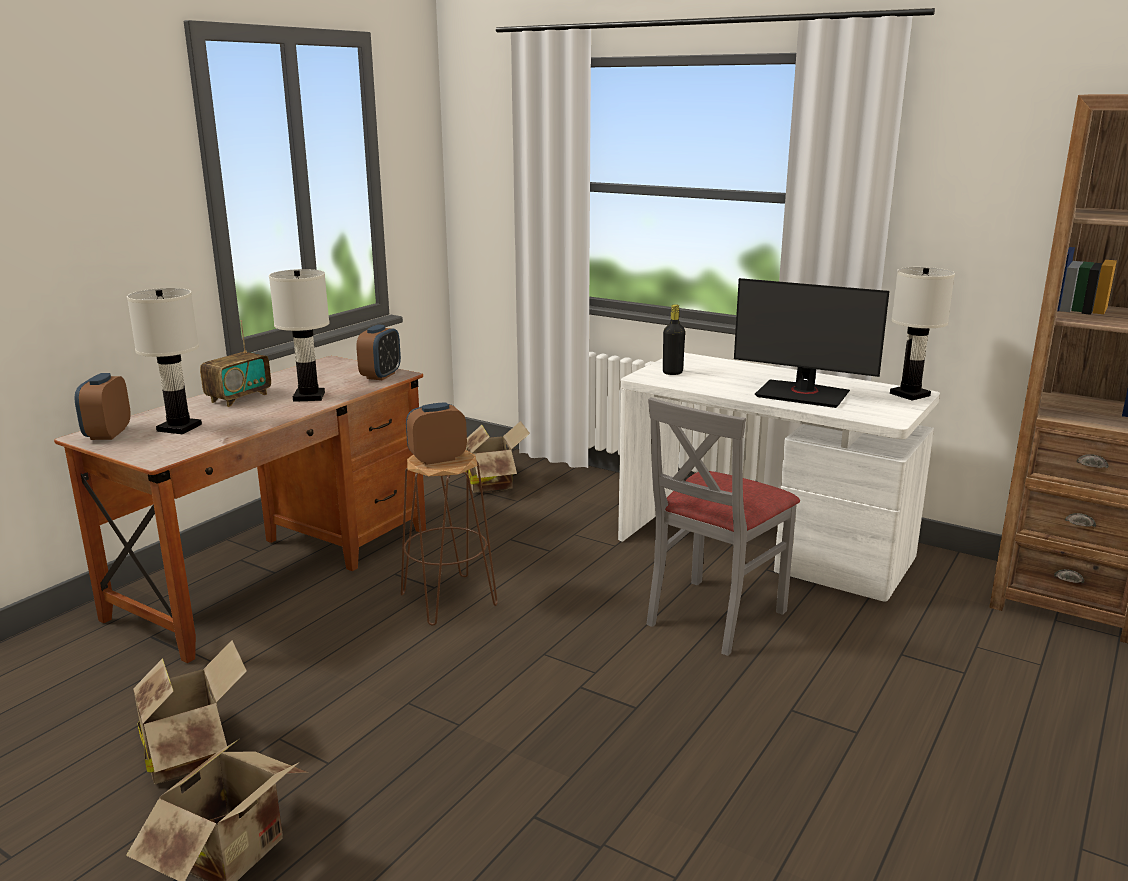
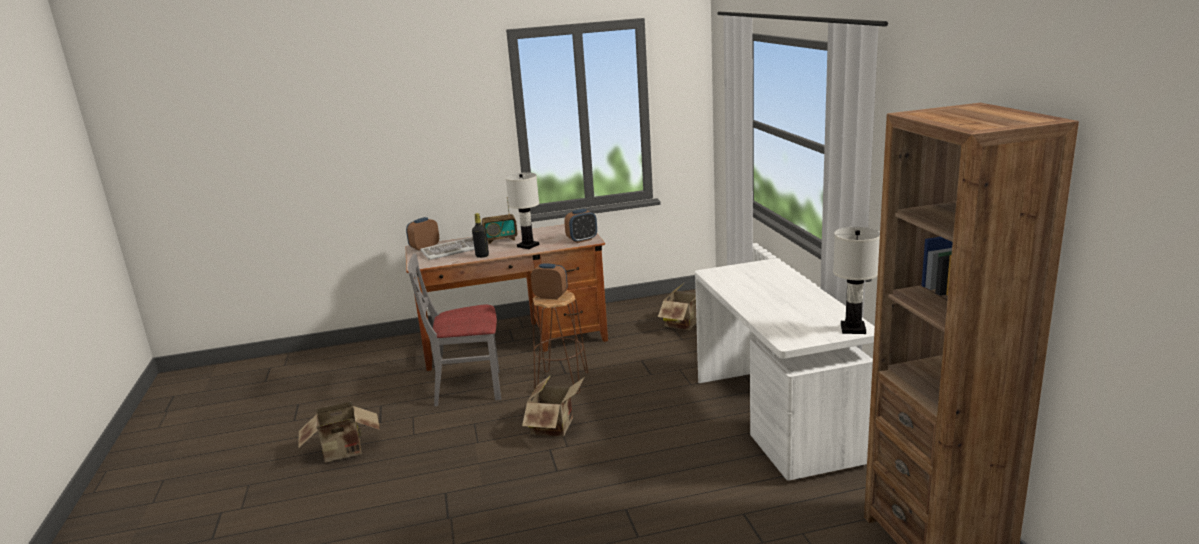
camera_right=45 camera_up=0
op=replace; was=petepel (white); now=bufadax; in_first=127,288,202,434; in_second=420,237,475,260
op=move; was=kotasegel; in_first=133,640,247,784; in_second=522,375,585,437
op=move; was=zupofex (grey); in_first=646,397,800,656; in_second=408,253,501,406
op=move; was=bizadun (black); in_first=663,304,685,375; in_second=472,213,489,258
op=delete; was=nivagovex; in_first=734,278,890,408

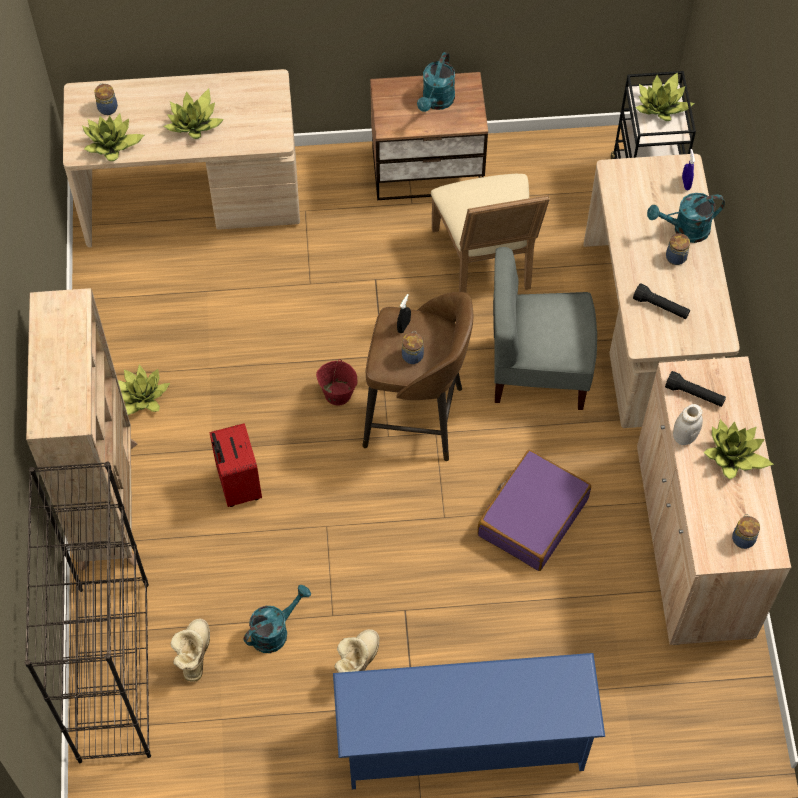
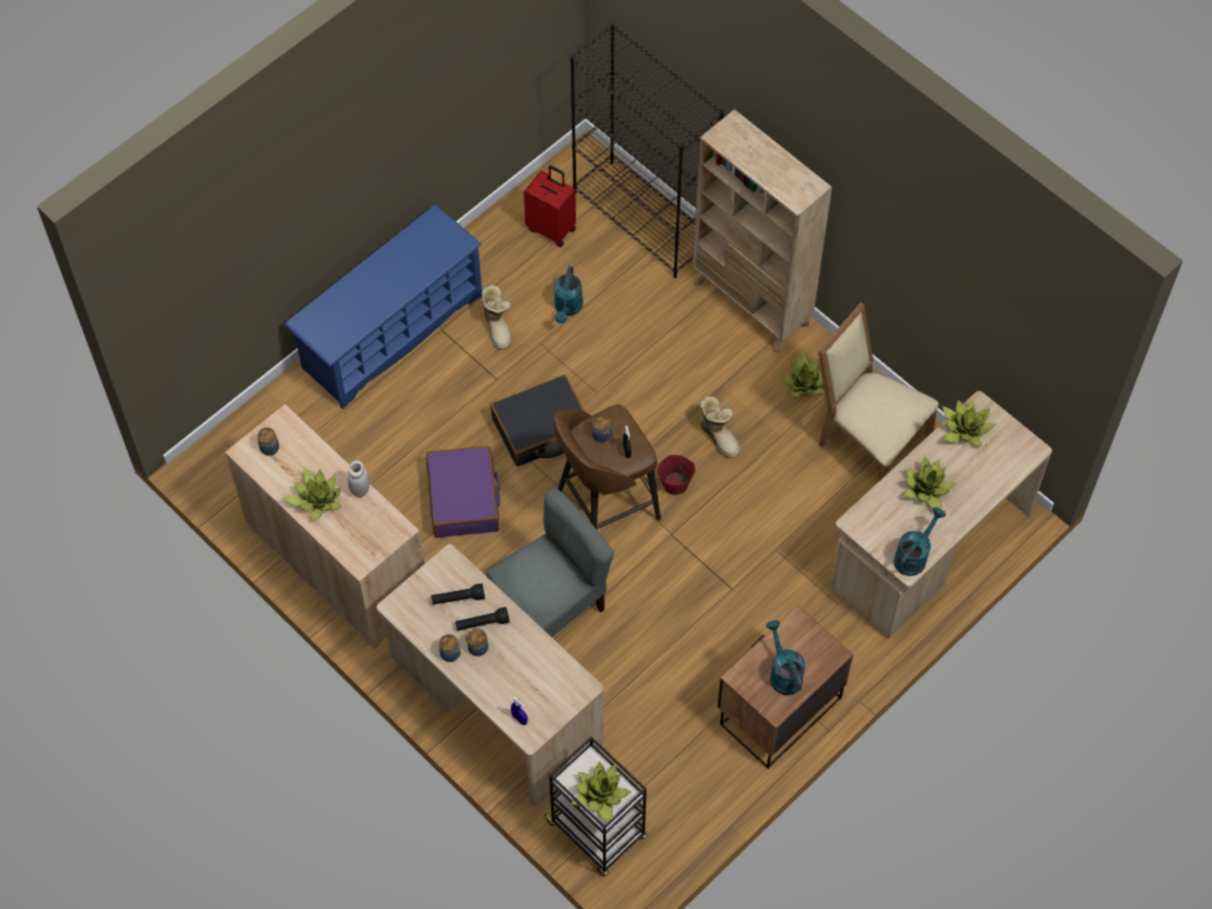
camera_right=140 camera_up=0
op=move; was=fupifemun; in_first=94,83,118,115; in_second=439,634,461,662
op=move; was=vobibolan; in_first=171,619,210,682; in_second=700,396,740,458
op=move; was=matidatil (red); in_first=209,423,262,507; in_second=524,165,576,247
op=move; was=zupofex (beige); in_first=431,174,550,293; in_second=818,302,939,481
op=move; was=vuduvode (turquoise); in_first=647,193,725,243; in_second=894,507,946,576
op=move; was=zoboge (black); in_first=665,371,726,407; in_second=455,607,510,631
op=insert; now=matidatil (black); in_second=490,375,585,466

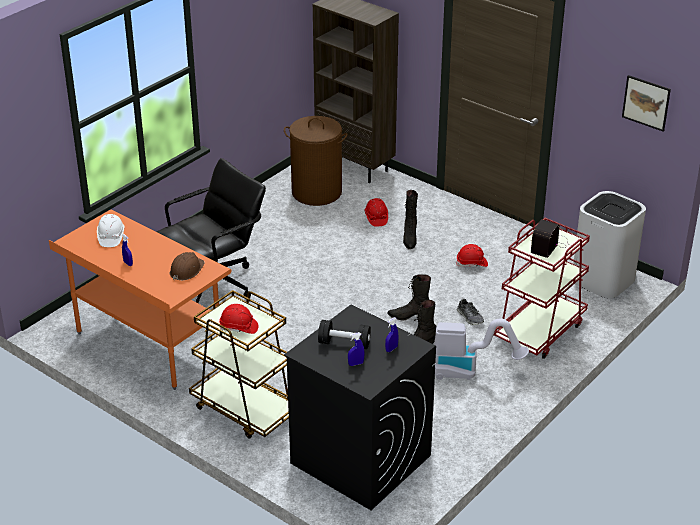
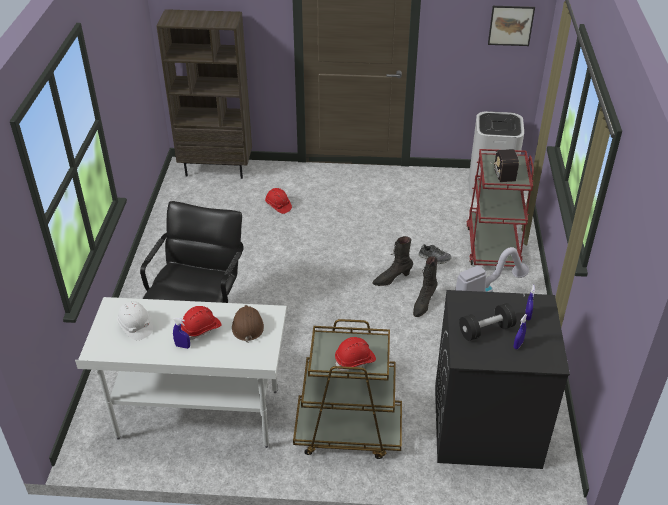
camera_right=-35 camera_up=5
op=recolor; was=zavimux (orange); now=zavimux (white); in_first=49,209,232,390; in_second=75,297,287,448
op=delete; was=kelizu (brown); in_first=284,116,348,206
op=delete; was=vobibolan (black); in_first=403,190,418,249
op=move; was=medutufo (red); in_first=456,244,488,267; in_second=181,306,222,340

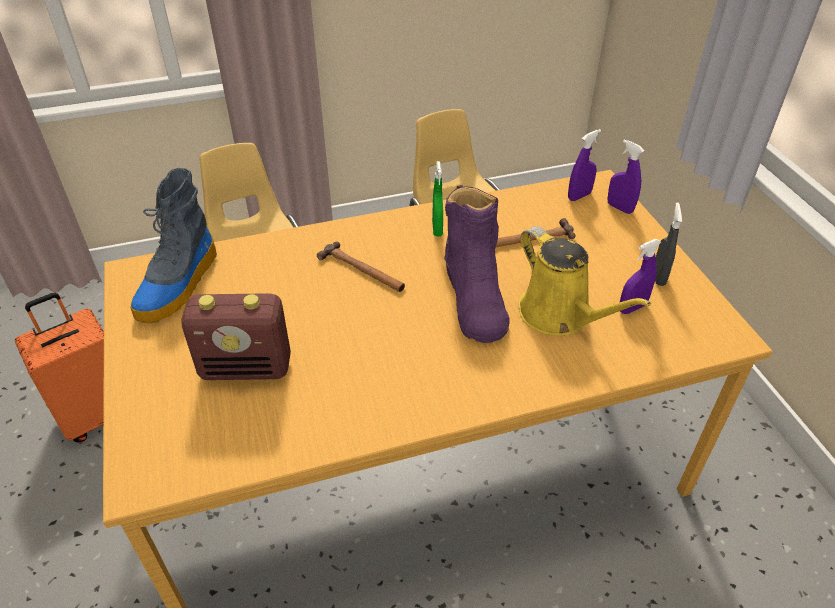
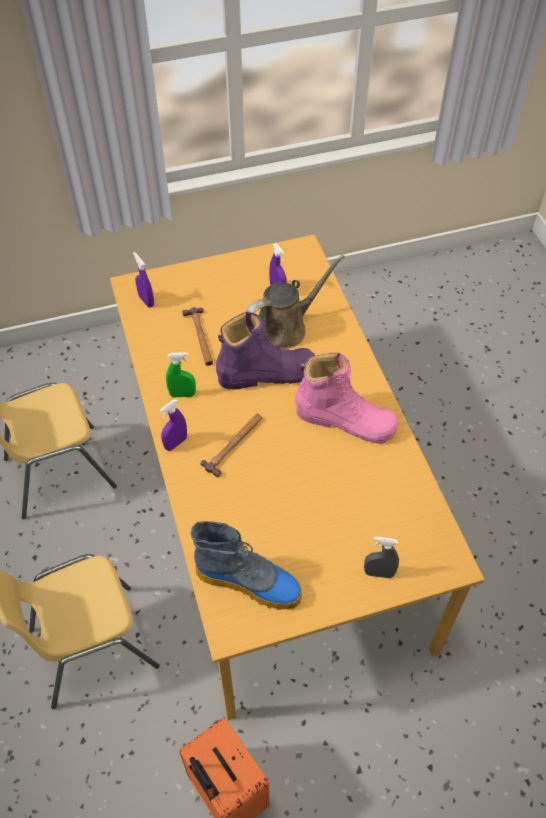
camera_right=-90 camera_up=10
op=delete; was=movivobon; in_first=181,293,291,380
op=recolor; was=vuduvode (yellow); now=vuduvode (brown); in_first=518,226,651,336; in_second=246,255,345,348
op=move; was=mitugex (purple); in_first=607,139,644,214; in_second=160,399,187,451
op=move; was=mitugex (grey); in_first=655,202,682,286; in_second=364,537,399,578
op=insert; now=vobibolan (pink); in_second=295,352,399,444

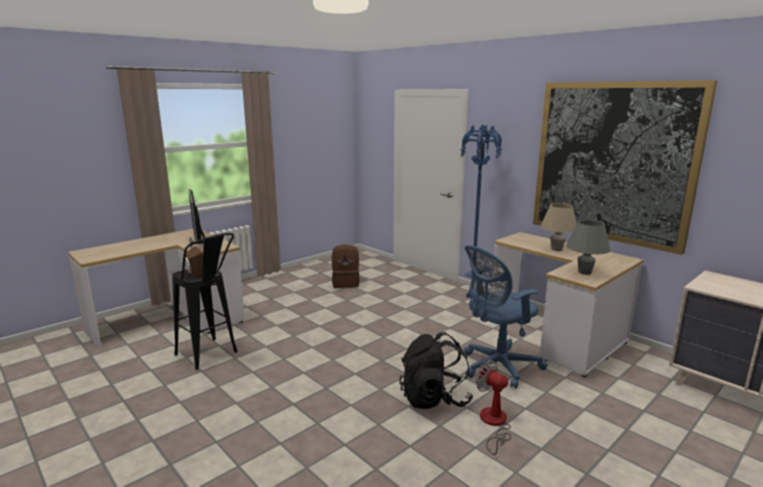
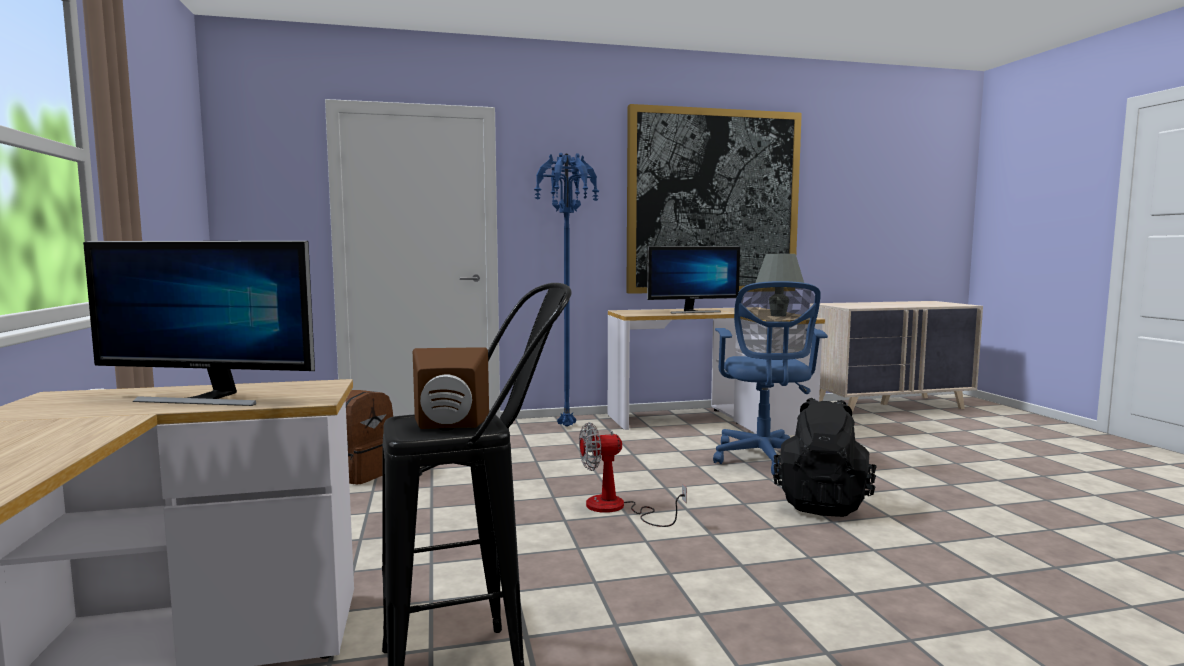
camera_right=-60 camera_up=-10
op=move; was=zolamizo; in_first=475,360,511,455; in_second=579,422,687,527
op=replace; was=petepel (beige); now=nivagovex; in_first=540,203,577,251; in_second=647,246,740,313

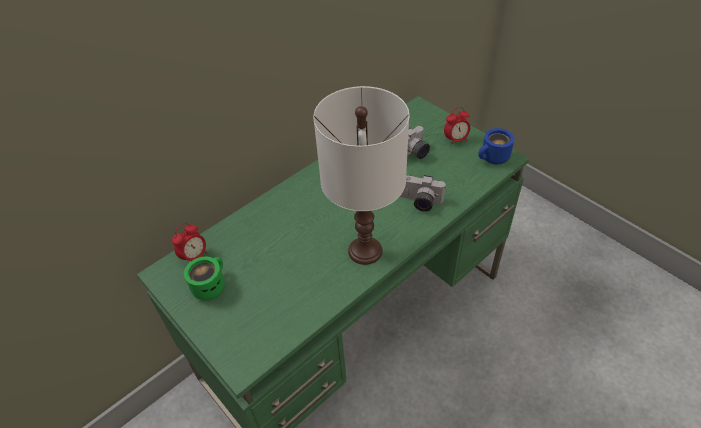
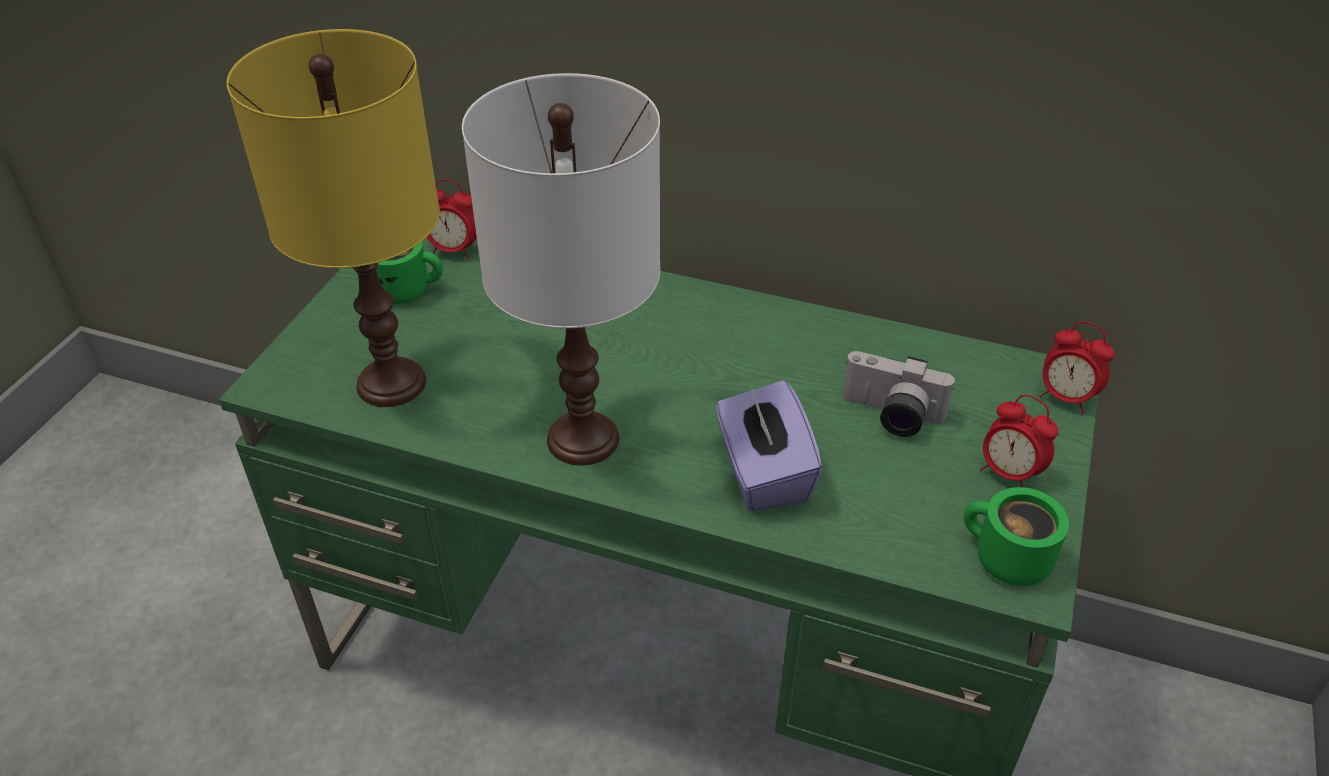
camera_right=60 camera_up=-5
op=replace; was=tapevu; now=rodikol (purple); in_first=400,175,446,212; in_second=716,380,823,511
op=recolor; was=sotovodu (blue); now=sotovodu (green); in_first=478,128,514,165; in_second=964,487,1069,586
op=insert; now=petepel (yellow); in_second=227,29,440,407
op=insert; now=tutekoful; in_second=1040,321,1115,414

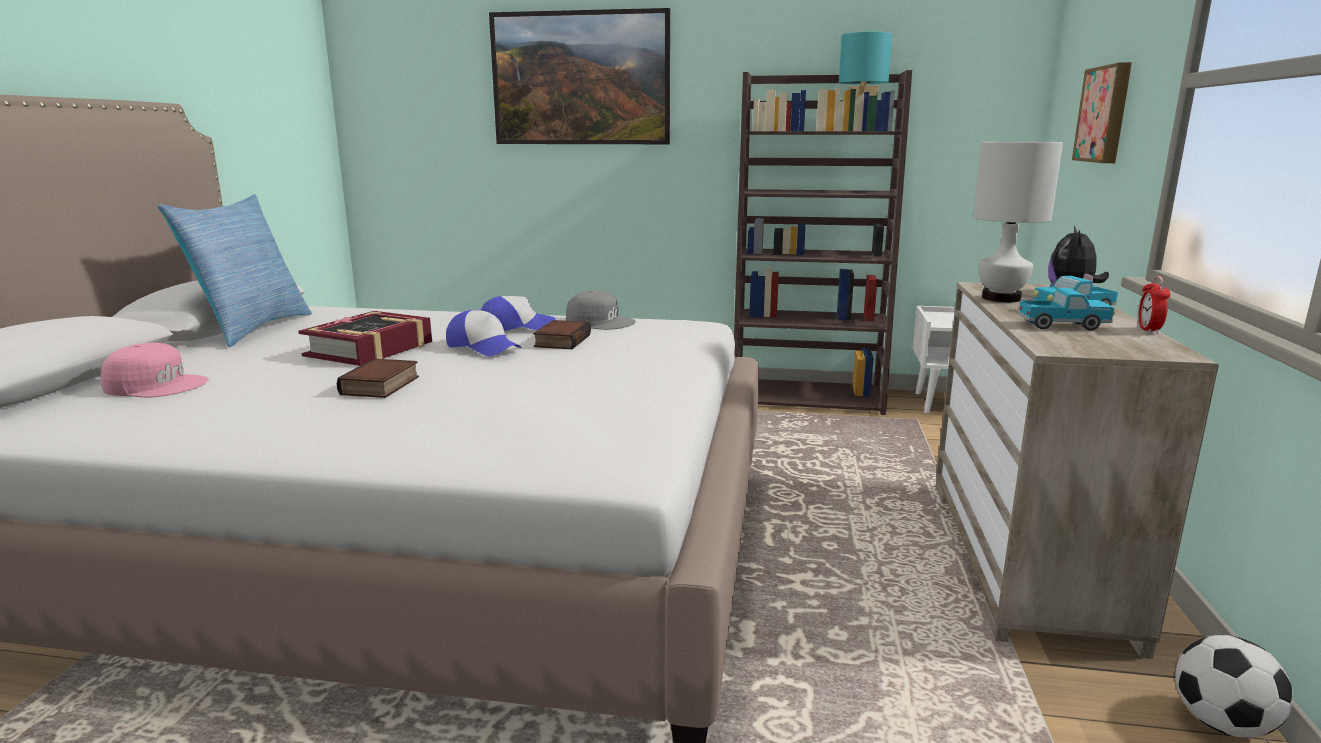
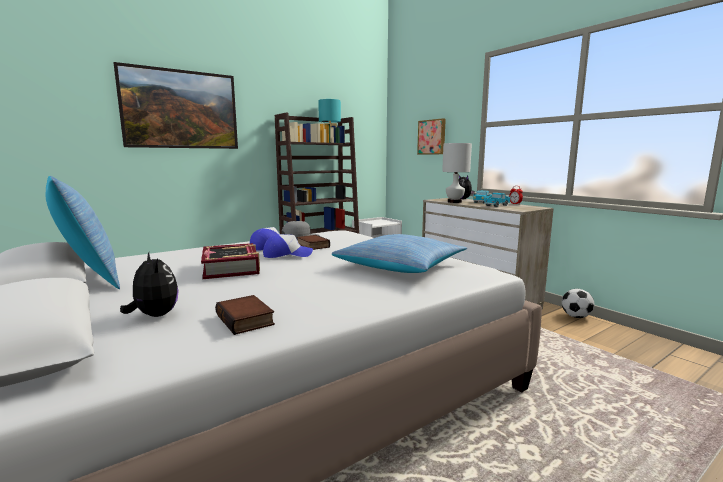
camera_right=-45 camera_up=-5
op=replace; was=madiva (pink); now=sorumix; in_first=101,343,209,397; in_second=120,252,179,317
op=move; was=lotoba; in_first=337,359,419,398; in_second=215,295,275,335
op=insert; now=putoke; in_second=332,234,467,273

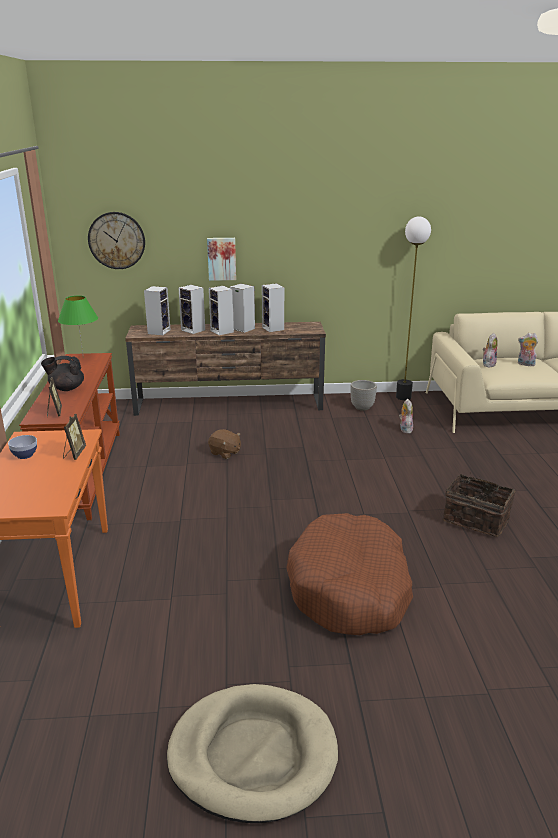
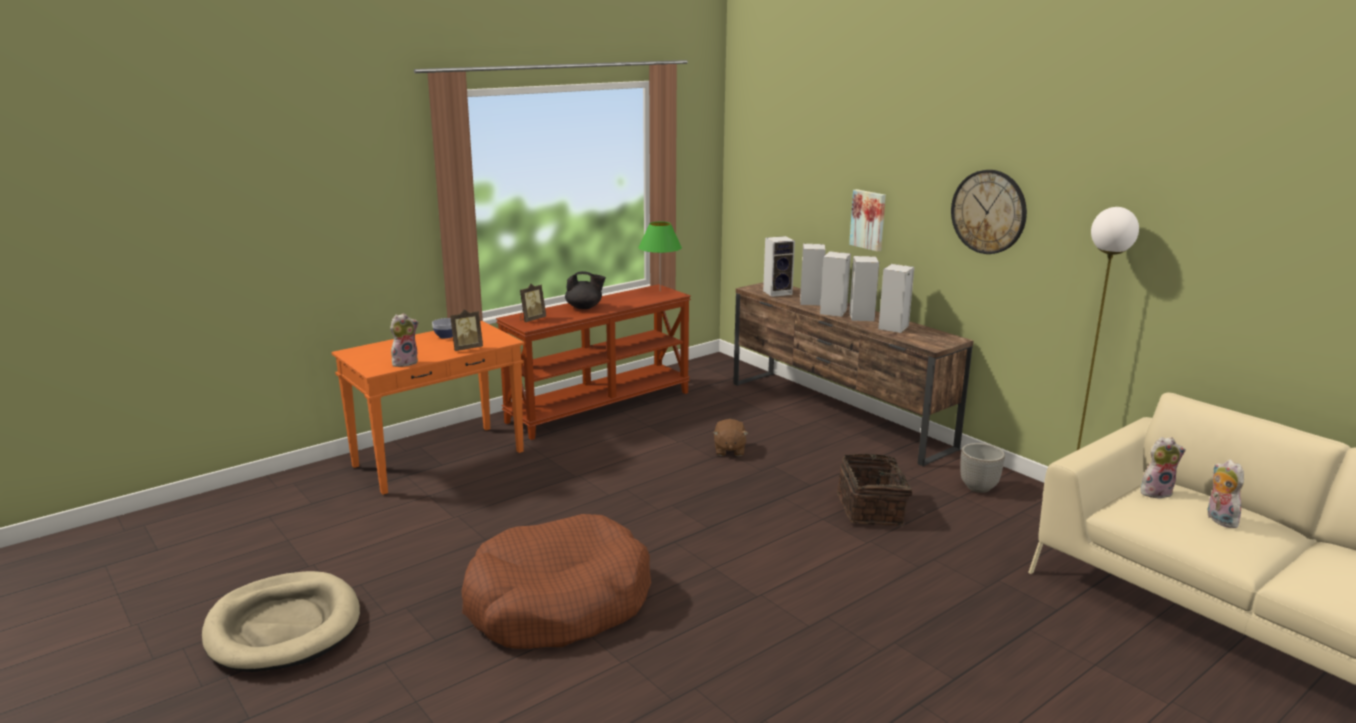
camera_right=55 camera_up=-5
op=rotate; was=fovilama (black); in_first=41,356,84,391; in_second=565,271,606,309; clockwise=135
op=move; was=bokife; in_first=88,212,145,269; in_second=951,170,1027,254
op=move; was=sorumix; in_first=399,399,413,434; in_second=390,313,419,367
op=move; was=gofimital; in_first=442,474,516,537; in_second=837,453,913,526

